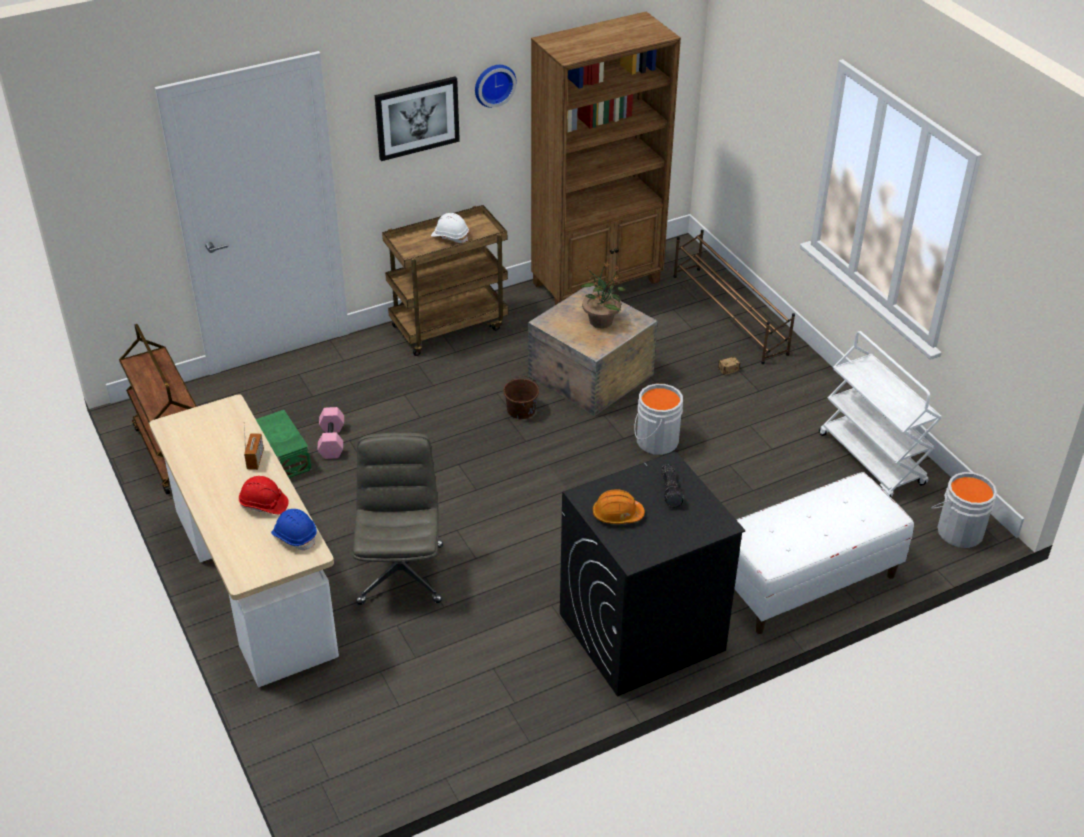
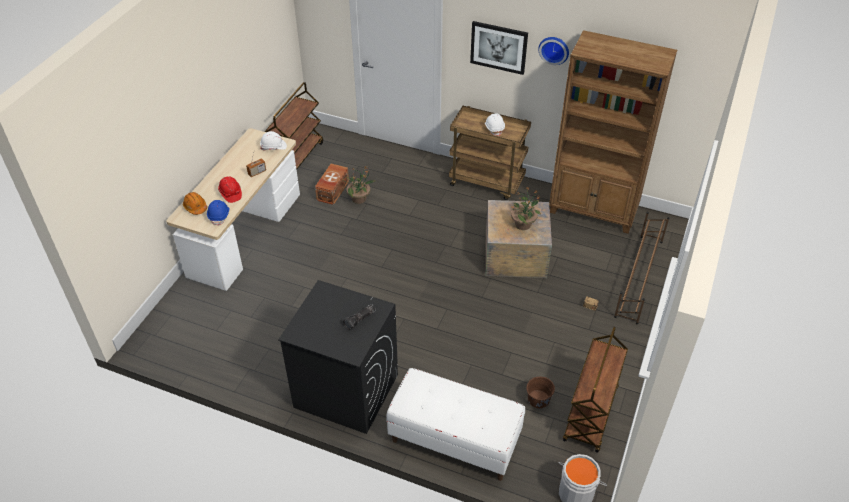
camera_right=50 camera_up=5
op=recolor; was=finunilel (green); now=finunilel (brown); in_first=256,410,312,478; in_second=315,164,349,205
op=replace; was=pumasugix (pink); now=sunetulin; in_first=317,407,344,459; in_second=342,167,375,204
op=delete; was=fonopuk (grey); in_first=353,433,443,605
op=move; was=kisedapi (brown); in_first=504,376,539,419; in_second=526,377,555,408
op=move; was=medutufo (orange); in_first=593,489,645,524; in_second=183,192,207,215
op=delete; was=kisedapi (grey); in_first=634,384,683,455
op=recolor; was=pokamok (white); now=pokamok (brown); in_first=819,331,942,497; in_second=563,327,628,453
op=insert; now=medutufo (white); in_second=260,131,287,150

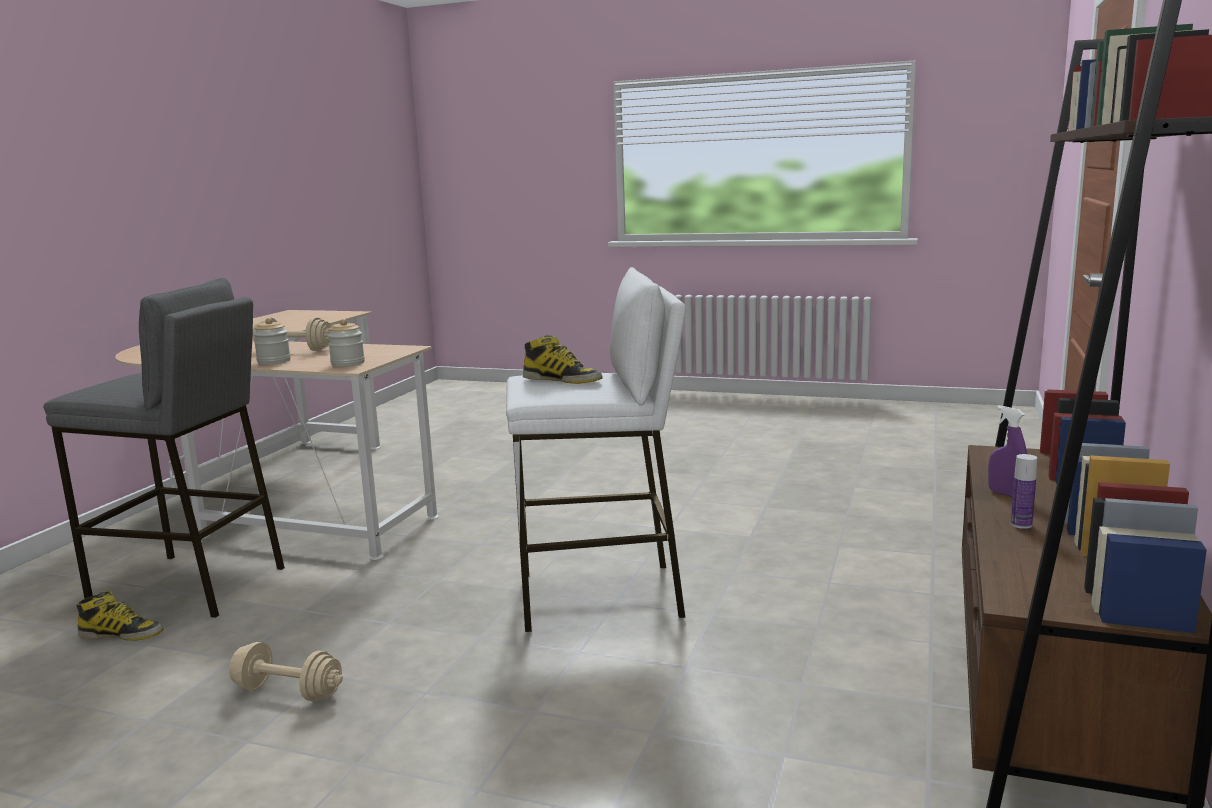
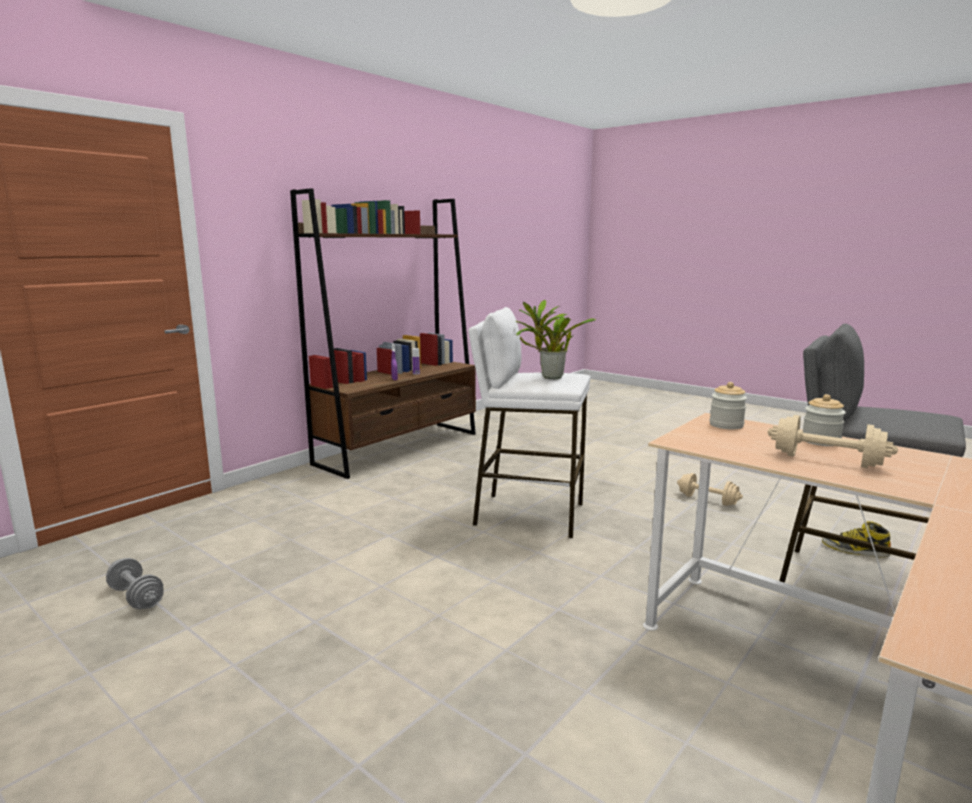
camera_right=-160 camera_up=0
op=replace; was=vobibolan; now=sunetulin; in_first=523,335,603,384; in_second=516,300,596,379
op=insert; now=pumasugix (grey); in_second=106,558,163,610

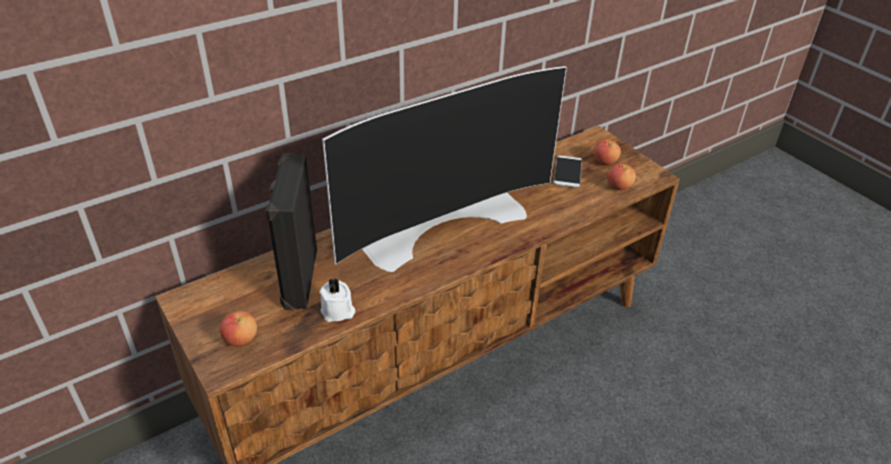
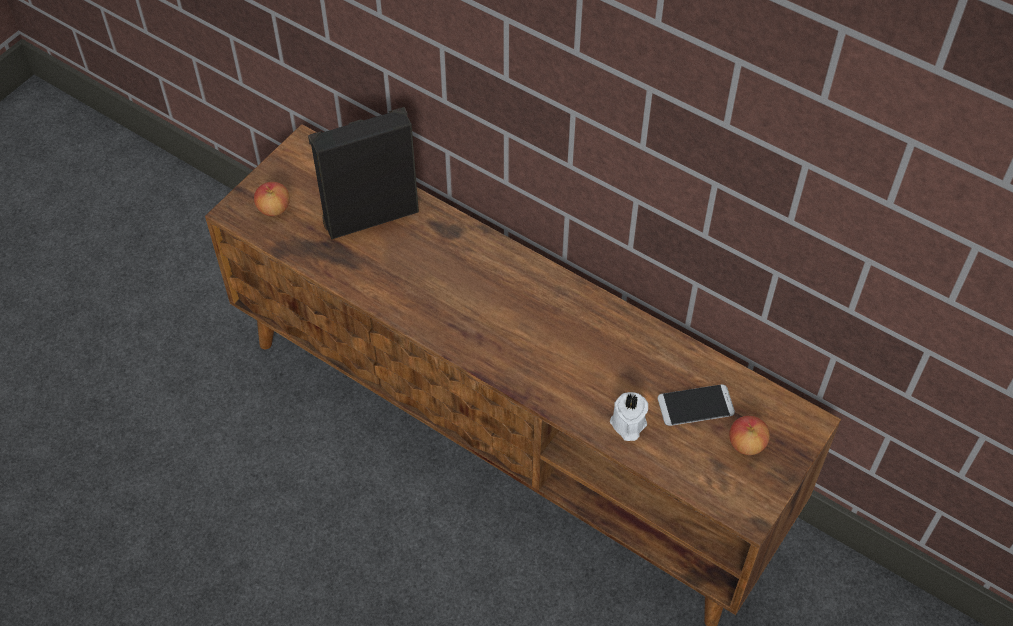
camera_right=70 camera_up=15
op=move; was=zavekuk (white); in_first=319,278,355,322; in_second=610,392,648,441
op=delete; was=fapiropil; in_first=322,66,567,272
op=delete; was=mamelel; in_first=607,164,636,190

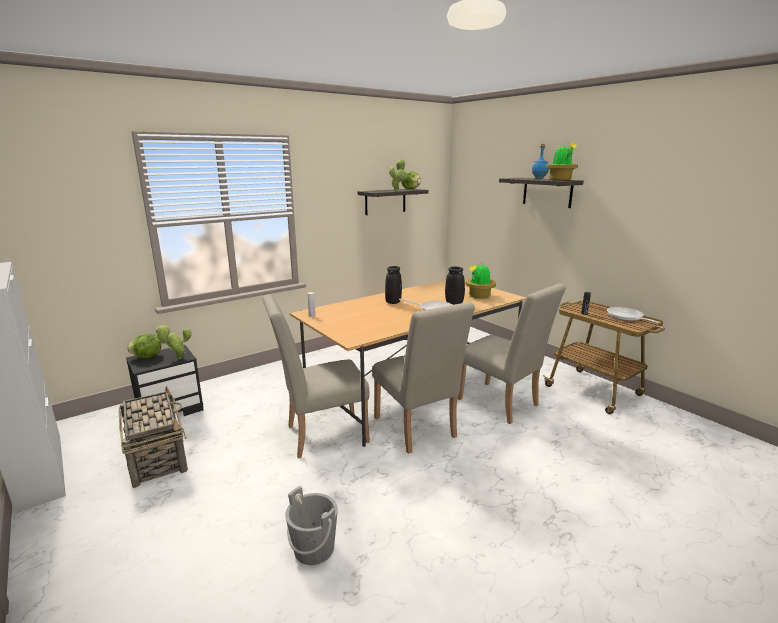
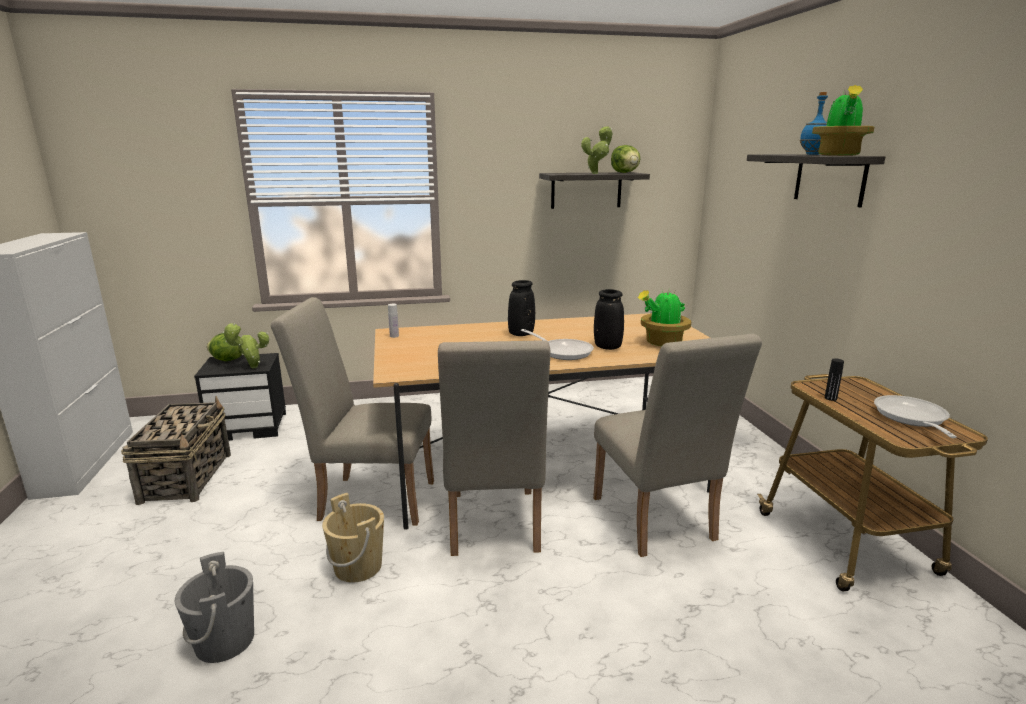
camera_right=25 camera_up=0
op=insert; now=kisedapi (beige); in_second=322,493,384,583

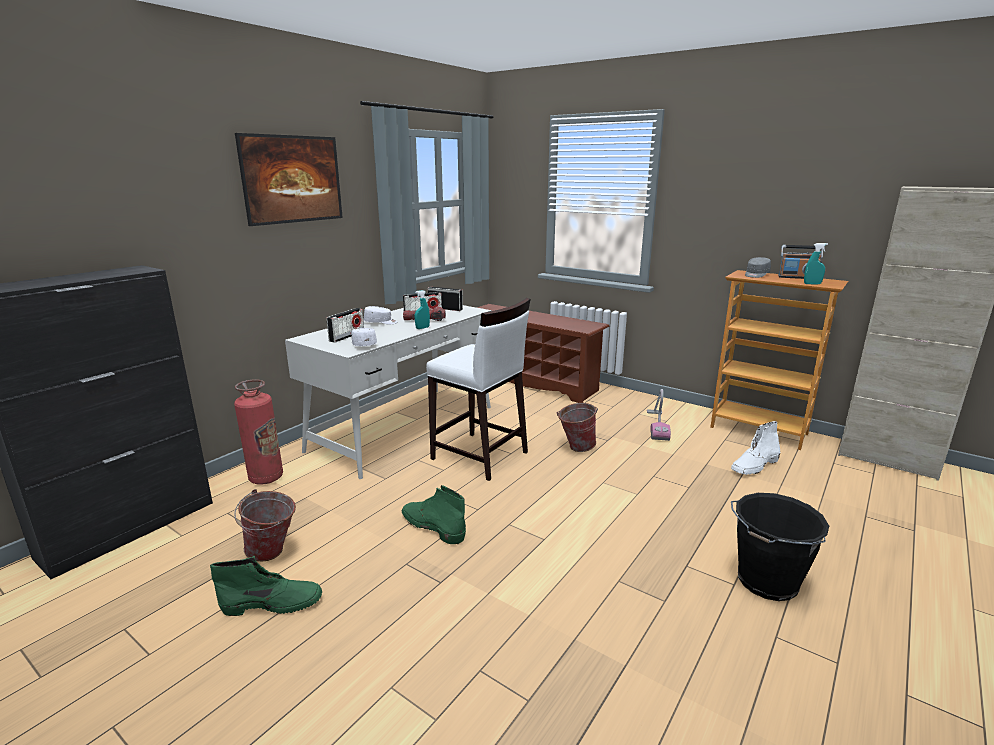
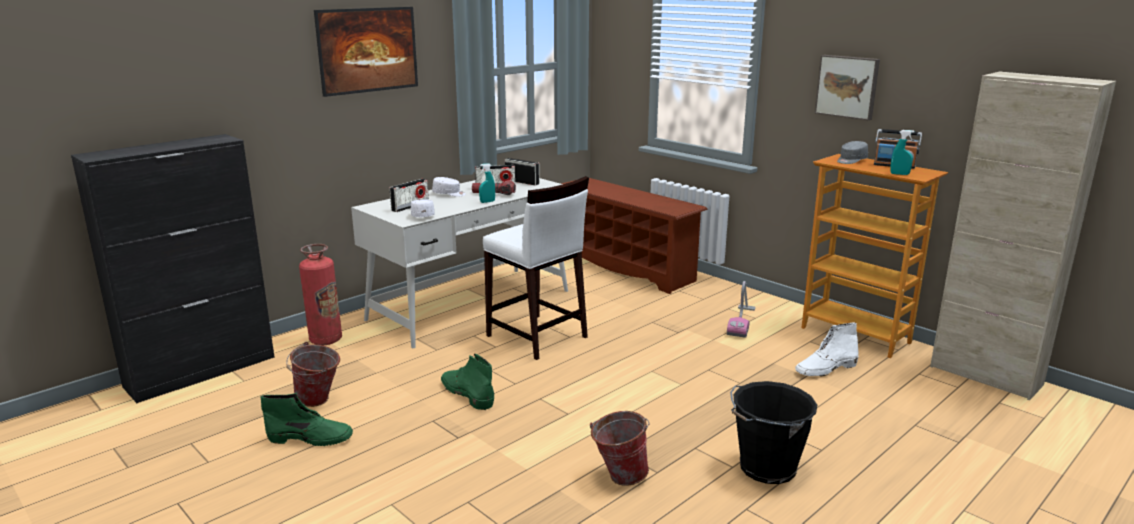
camera_right=10 camera_up=0
op=move; was=kisedapi; in_first=557,403,598,452; in_second=590,411,649,486
op=insert; now=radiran; in_second=815,55,880,120

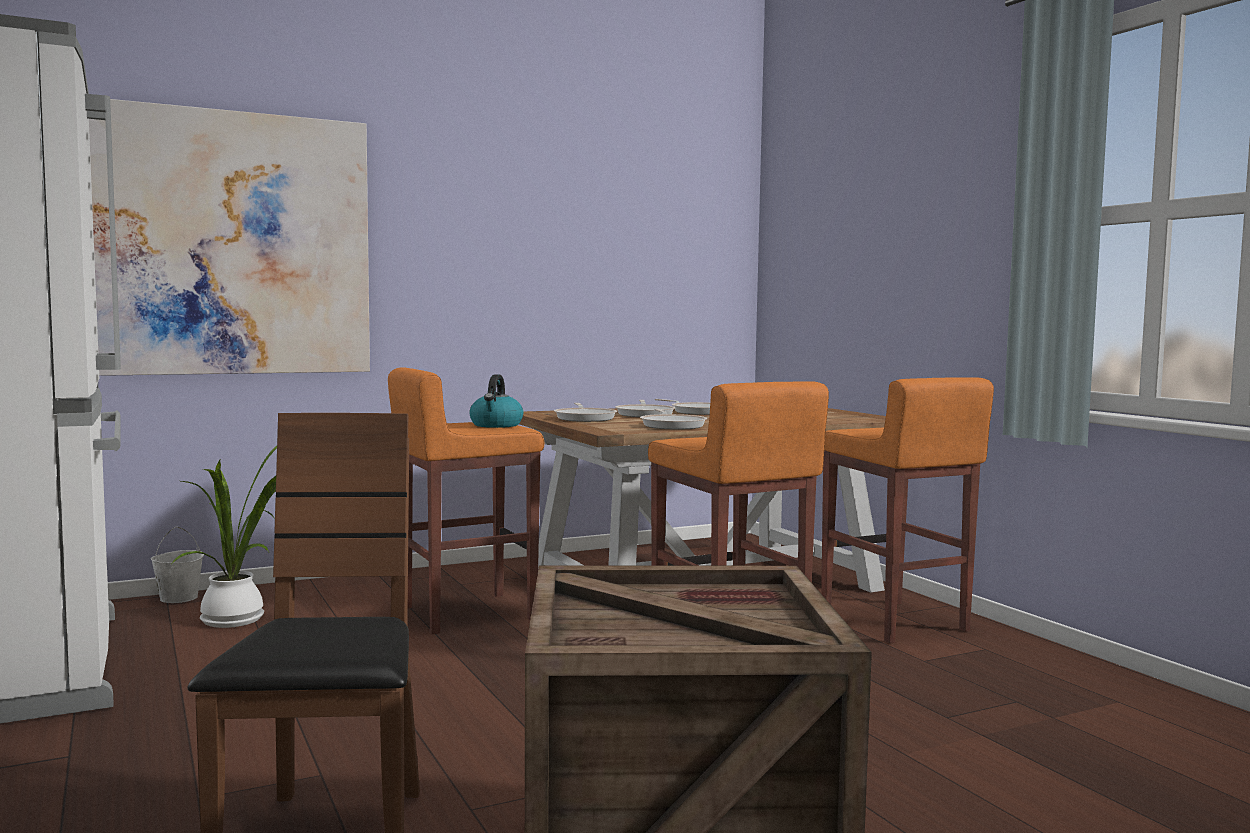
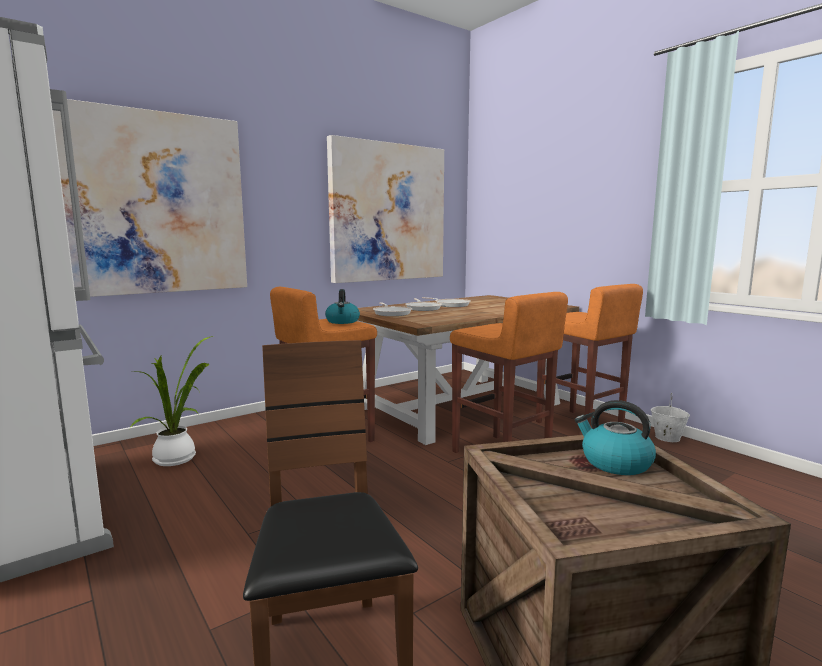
camera_right=-10 camera_up=5
op=move; was=kisedapi (white); in_first=151,526,204,603; in_second=650,393,690,442
op=delete; was=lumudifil; in_first=640,409,707,429
op=insert; now=radiran; in_second=327,135,444,283
op=insert; now=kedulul; in_second=575,400,656,475

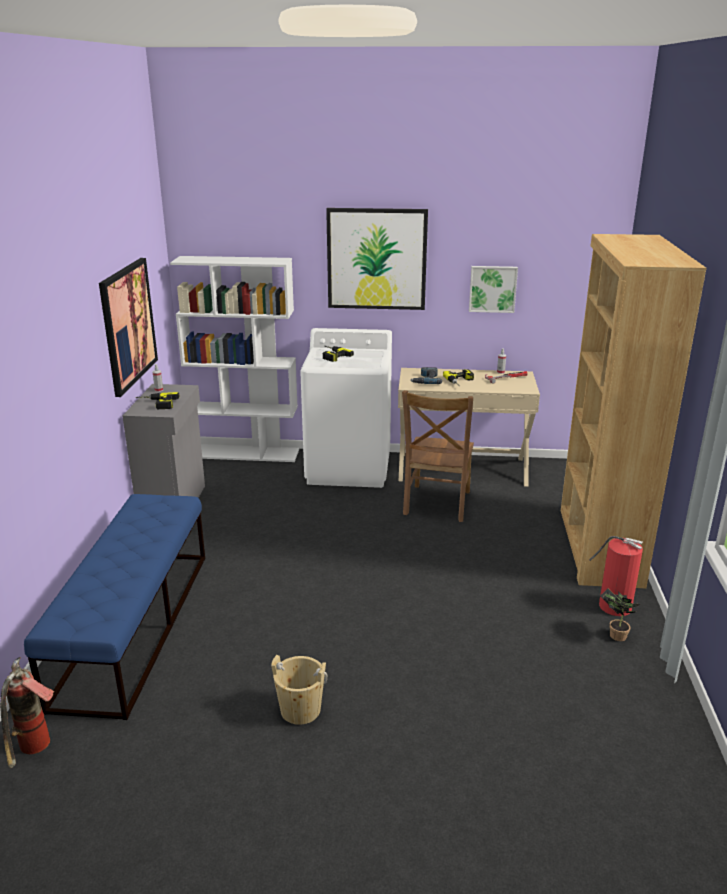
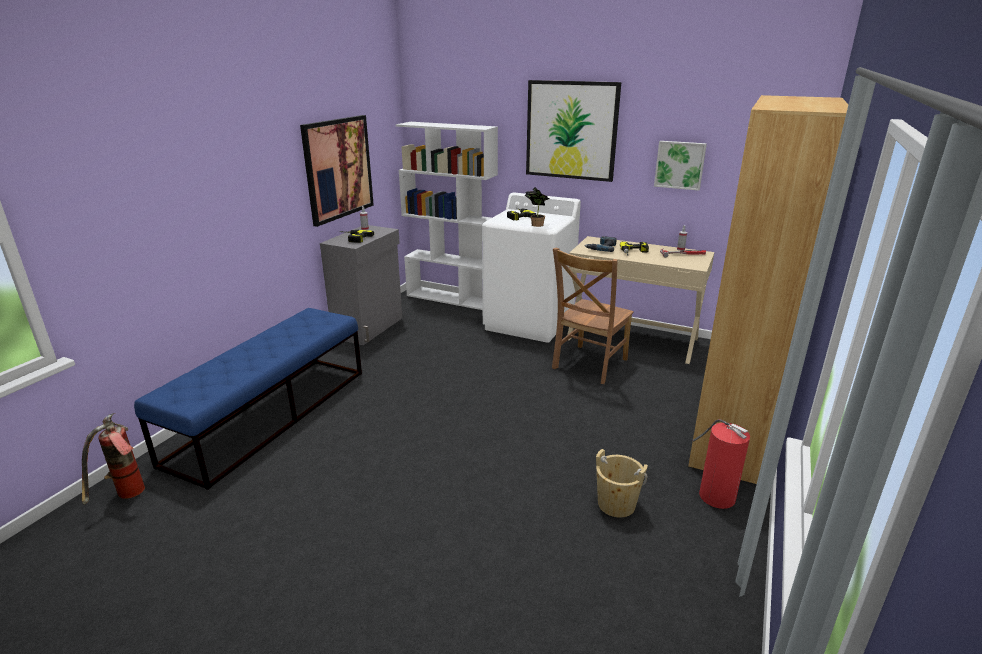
camera_right=20 camera_up=0
op=move; was=kisedapi (beige); in_first=271,655,327,725; in_second=596,449,648,517
op=move; was=sunetulin; in_first=600,588,639,641; in_second=525,187,549,227

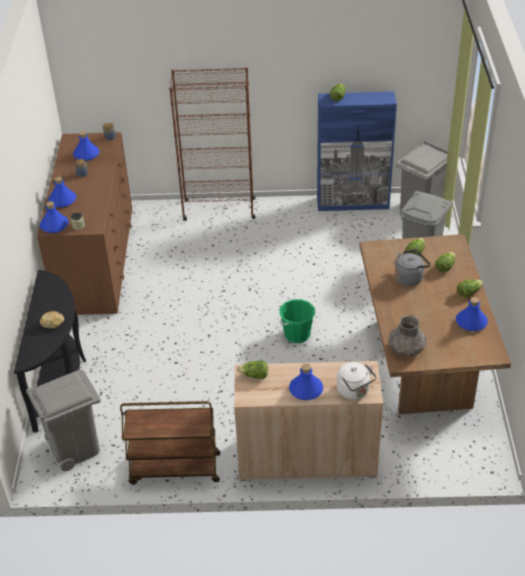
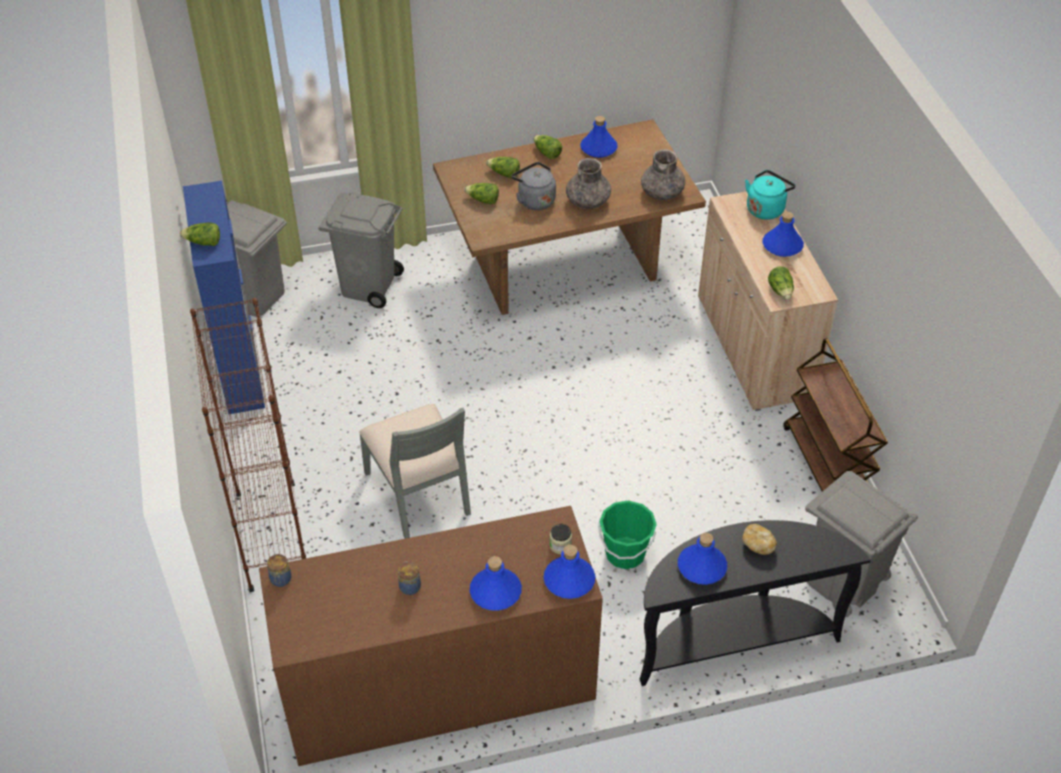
camera_right=-105 camera_up=5
op=move; was=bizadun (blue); in_first=73,131,99,161; in_second=678,533,727,585
op=move; was=kisedapi (green); in_first=279,299,315,343; in_second=598,500,657,569
op=recolor; was=kedulul (white); now=kedulul (turquoise); in_first=337,362,377,400; in_second=745,170,795,220
op=insert; now=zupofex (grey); in_second=359,404,471,539
op=insert; now=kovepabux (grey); in_second=566,158,611,209

